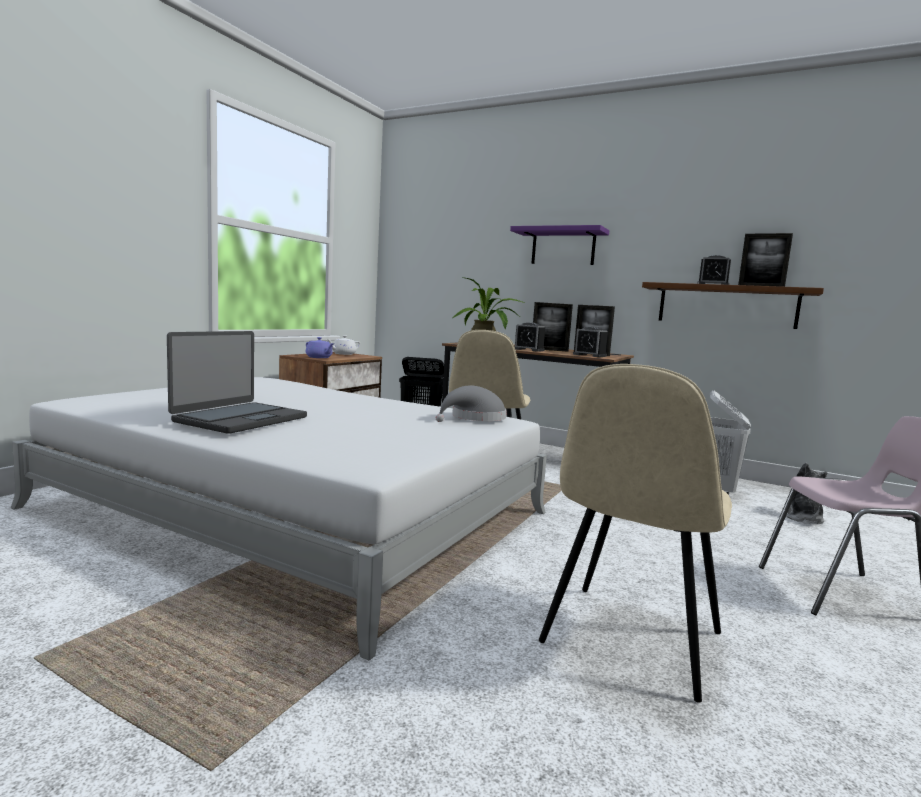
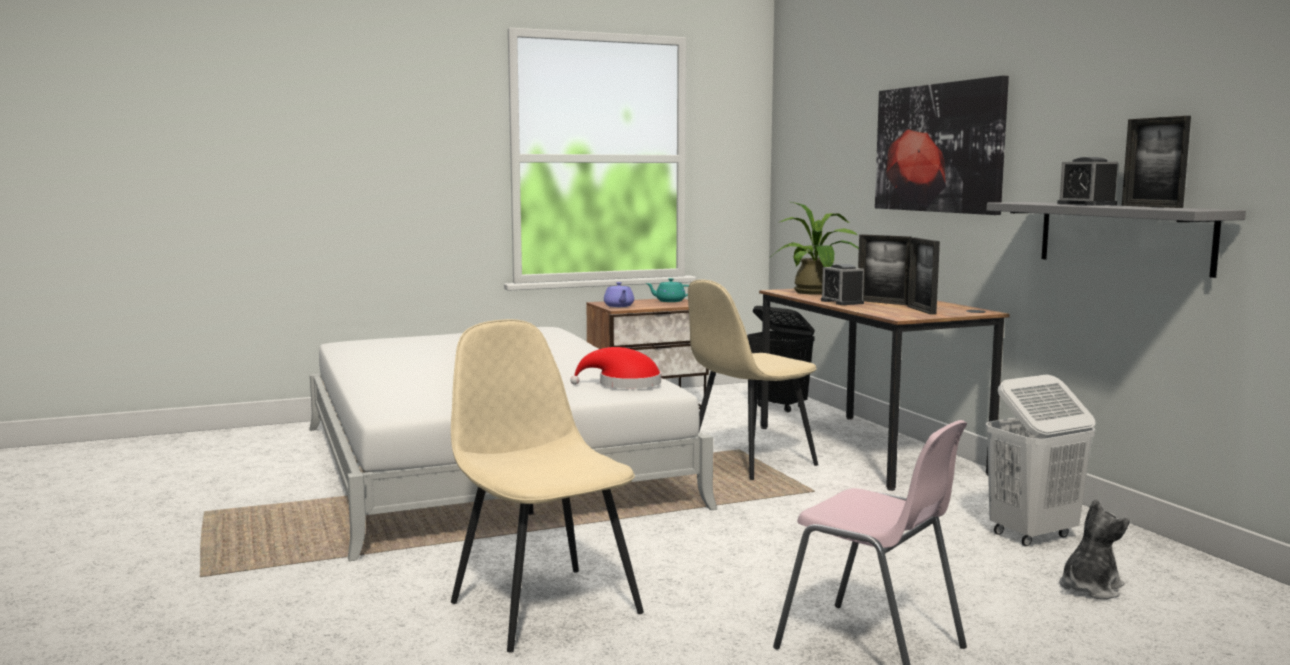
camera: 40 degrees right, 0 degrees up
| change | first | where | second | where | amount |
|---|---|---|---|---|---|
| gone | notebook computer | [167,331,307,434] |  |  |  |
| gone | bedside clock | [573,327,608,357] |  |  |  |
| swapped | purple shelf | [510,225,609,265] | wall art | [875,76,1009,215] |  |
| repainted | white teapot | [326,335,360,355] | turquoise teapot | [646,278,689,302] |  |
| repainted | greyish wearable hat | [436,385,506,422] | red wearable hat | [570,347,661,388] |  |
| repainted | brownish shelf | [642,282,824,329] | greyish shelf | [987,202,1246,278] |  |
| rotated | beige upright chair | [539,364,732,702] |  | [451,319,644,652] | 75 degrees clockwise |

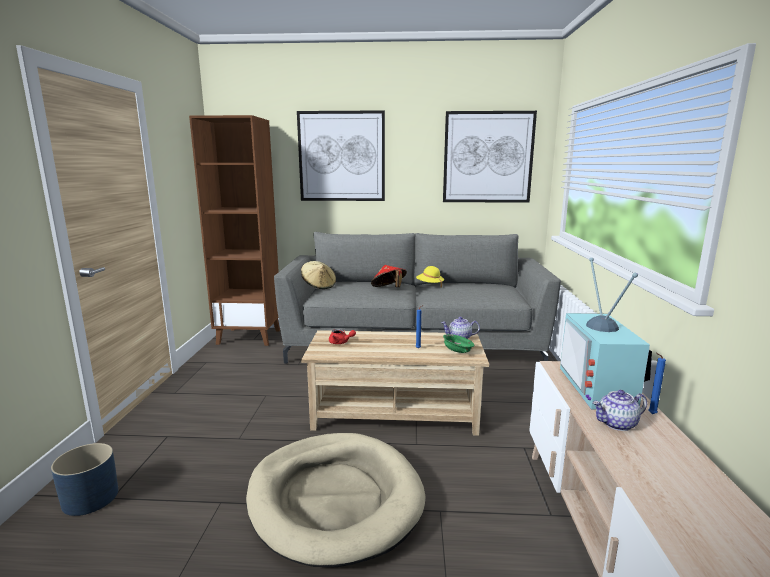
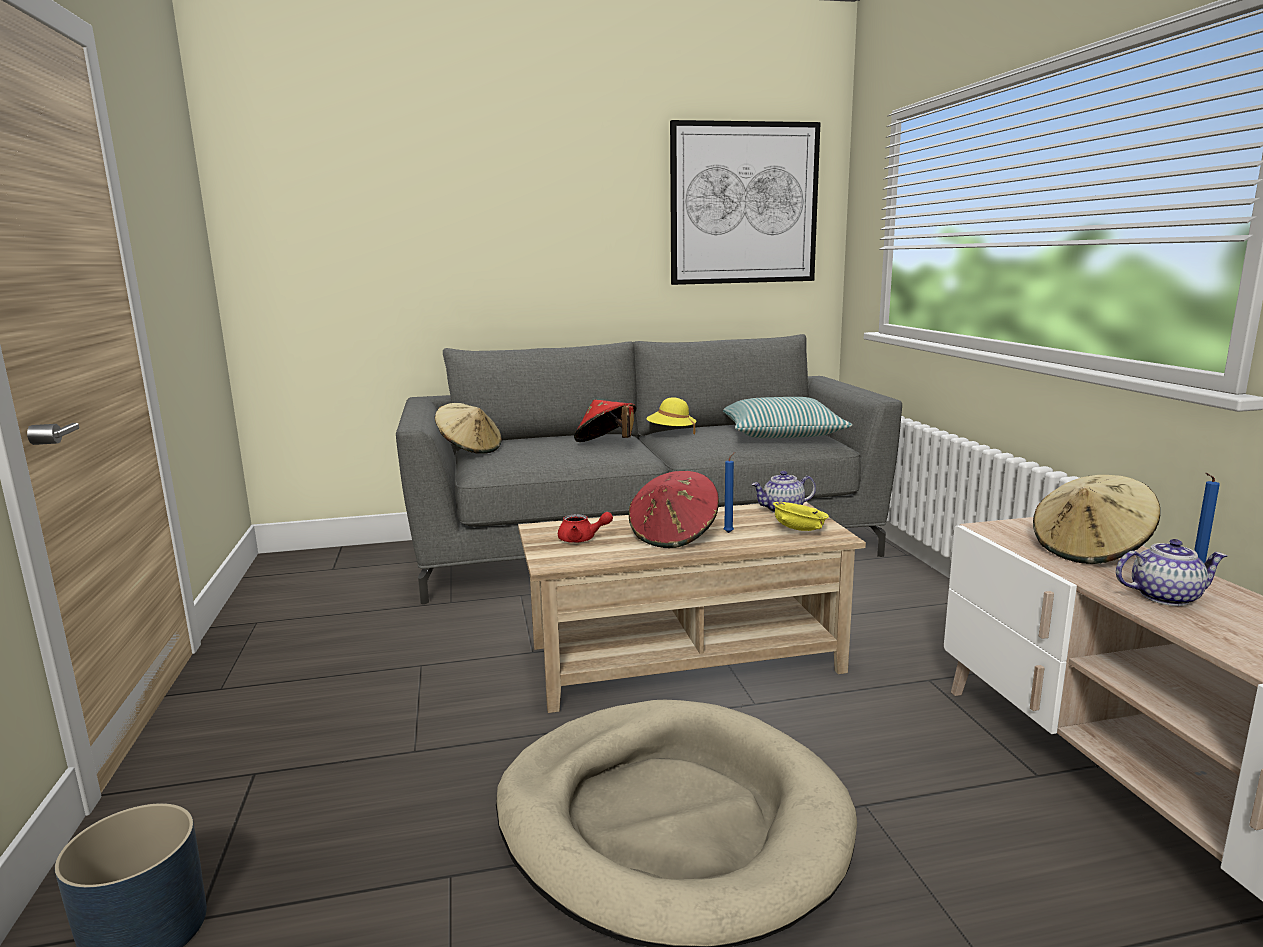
camera: 15 degrees left, 0 degrees up
| change | first | where | second | where | amount |
|---|---|---|---|---|---|
| gone | brownish shelving unit | [189,115,280,346] |  |  |  |
| gone | wall art | [297,110,385,201] |  |  |  |
| new |  |  | red wearable hat | [629,471,719,548] |  |
| new |  |  | pillow | [723,397,853,438] |  |
| swapped | TV | [560,258,652,409] | beige wearable hat | [1033,475,1160,564] |  |
| repainted | green bowl | [443,334,475,353] | yellow-coloured bowl | [773,502,829,531] |  |
| rotated | teapot | [592,390,647,431] |  | [1116,539,1227,606] | 150 degrees counterclockwise |

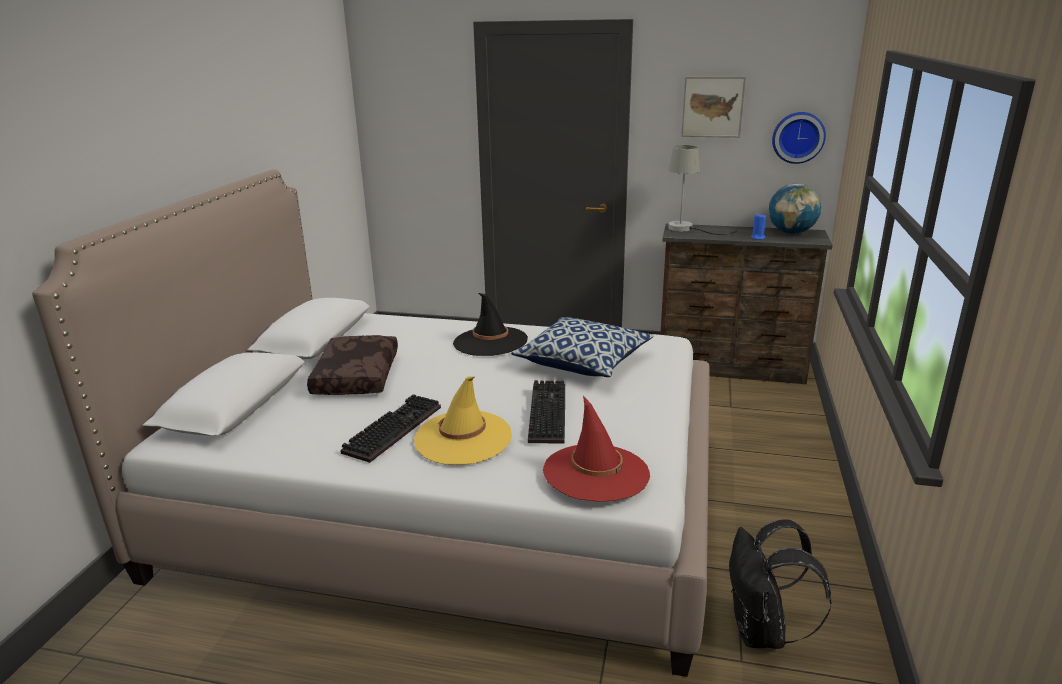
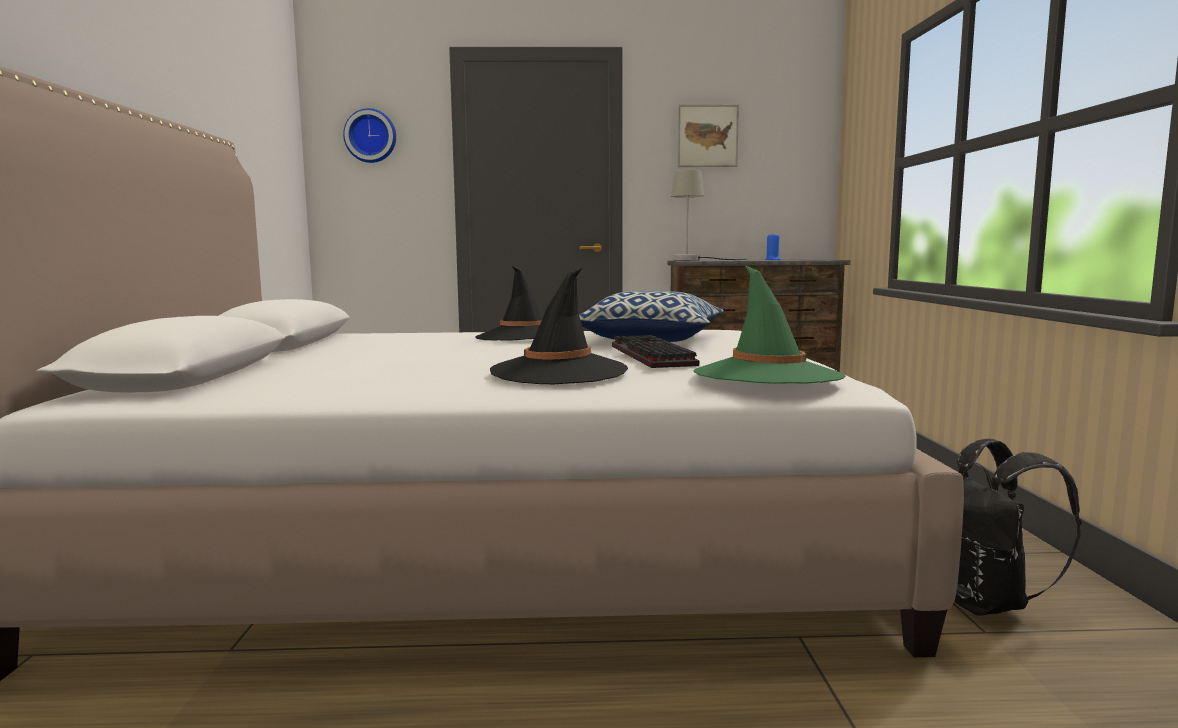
camera: 15 degrees left, 15 degrees down
| change | first | where | second | where | amount |
|---|---|---|---|---|---|
| gone | brownish pillow | [307,335,398,395] |  |  |  |
| gone | PC keyboard | [340,394,441,463] |  |  |  |
| gone | globe | [769,183,821,234] |  |  |  |
| shifted | hanging clock | [772,112,826,164] |  | [343,108,396,163] |  |
| repainted | yellow-coloured wearable hat | [414,376,512,465] | black-coloured wearable hat | [490,267,628,384] |  |
| repainted | red wearable hat | [543,396,650,502] | green wearable hat | [693,265,845,384] |  |

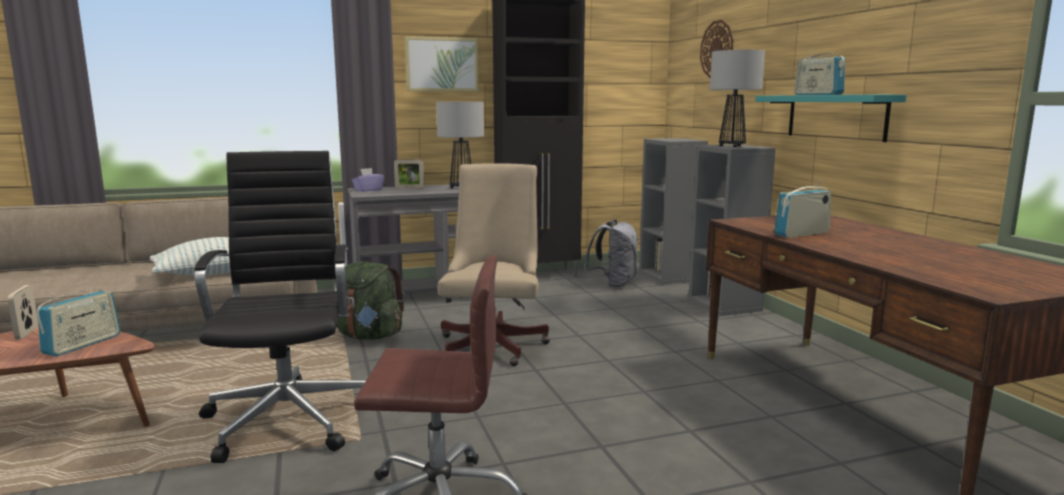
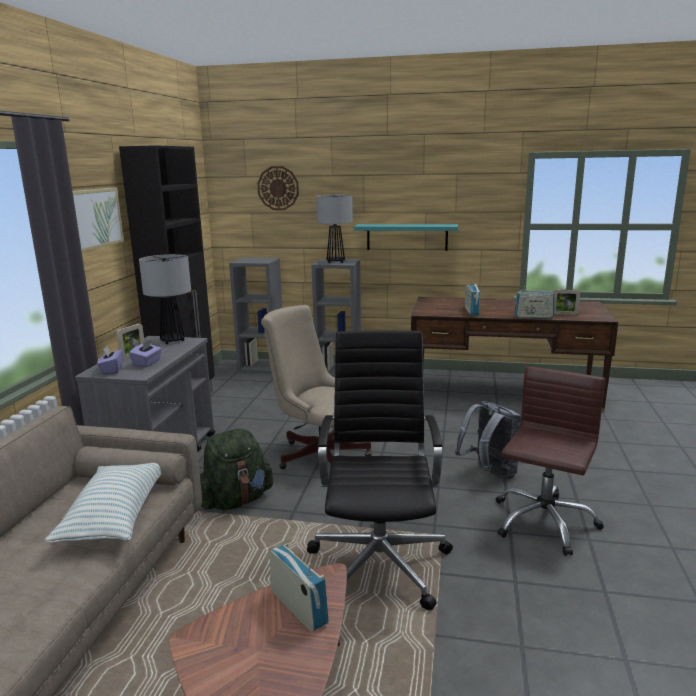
camera: 60 degrees left, 5 degrees up
| change | first | where | second | where | amount |
|---|---|---|---|---|---|
| new |  |  | purple tissue holder | [129,339,162,367] |  |
| shifted | picture frame | [8,285,38,340] |  | [553,289,580,315] |  |
| shifted | greyish knapsack | [584,220,638,288] |  | [455,401,521,480] |  |
| shifted | radio | [795,50,845,95] |  | [514,286,554,318] |  |
| rotated | black-coloured desk chair | [195,151,366,463] |  | [307,330,453,611] | 75 degrees clockwise |

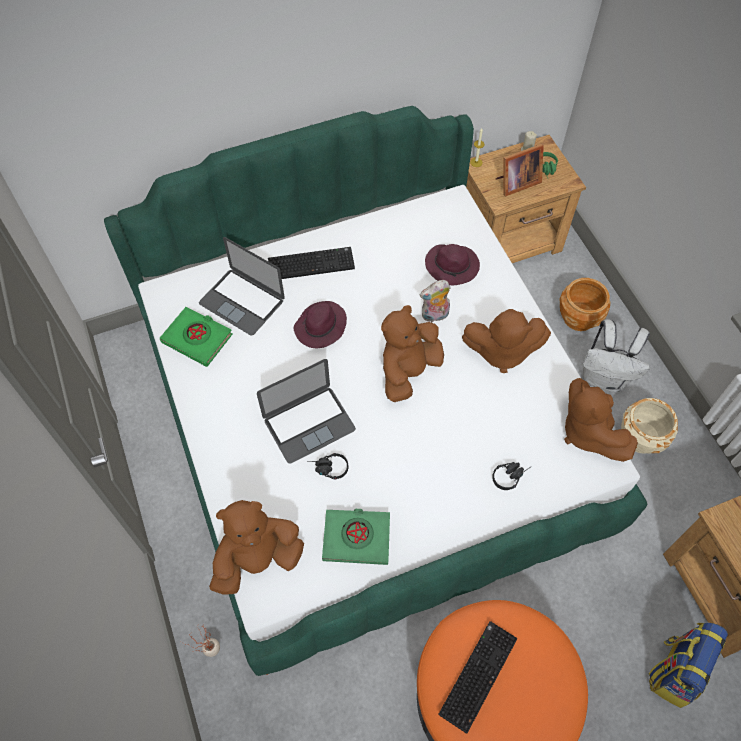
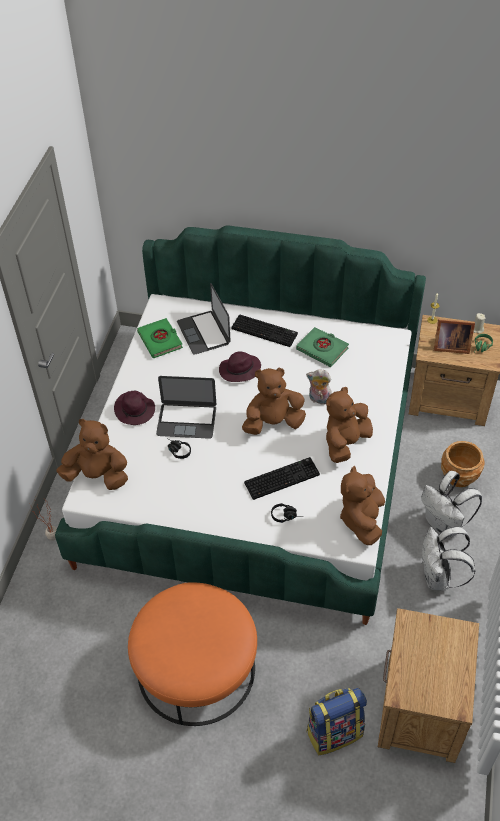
camera: 35 degrees right, 10 degrees down
| change | first | where | second | where | amount |
|---|---|---|---|---|---|
| shifted | green bound book | [322,509,390,565] |  | [296,327,349,367] |  |
| shifted | purple wearable hat | [425,244,480,285] |  | [114,391,155,425] |  |
| shifted | PC keyboard | [438,621,517,734] |  | [244,457,320,500] |  |
| swapped | beige flower pot | [621,398,678,454] | white knapsack | [422,527,475,590] |  |
| rotated | brownish cuddly toy | [462,309,551,373] |  | [326,387,373,463] | 90 degrees clockwise |

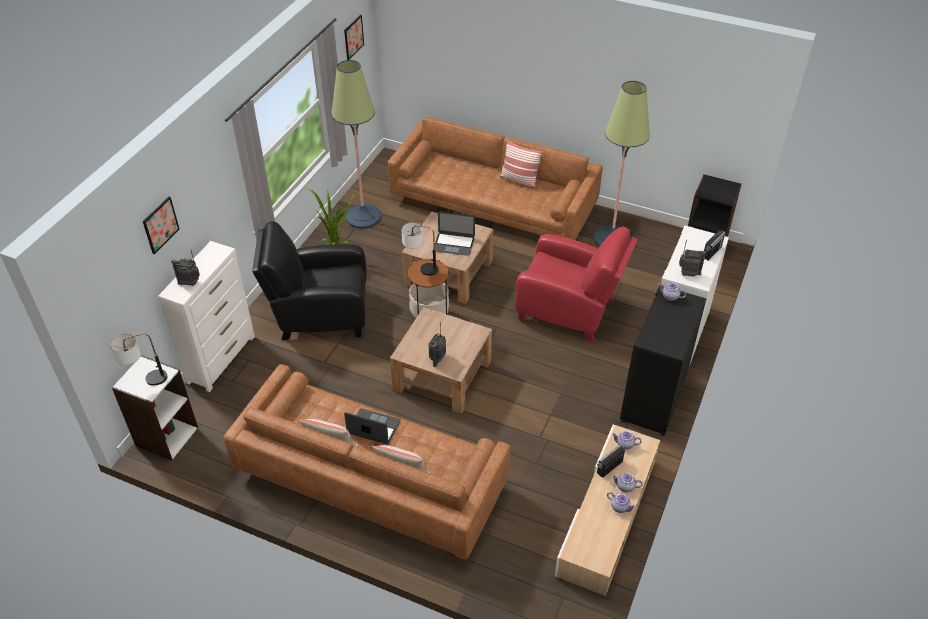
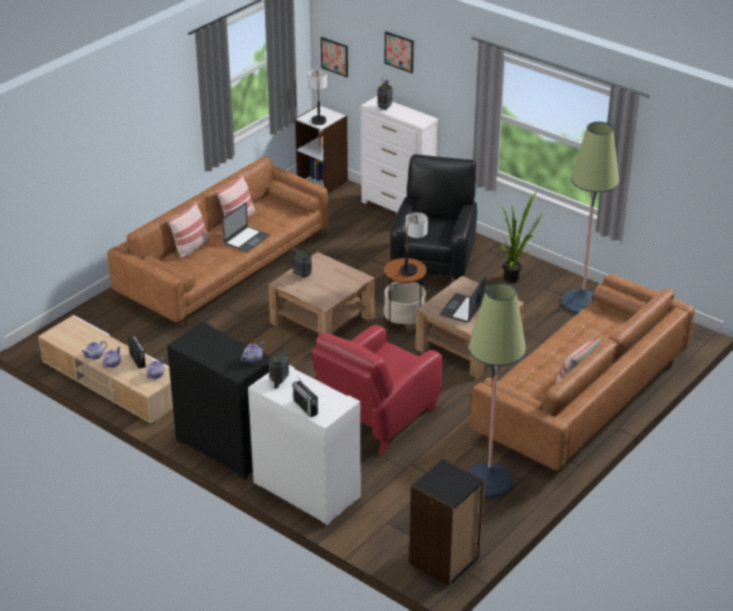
camera: 105 degrees right, 10 degrees down
| change | first | where | second | where | amount |
|---|---|---|---|---|---|
| shifted | wall art | [344,15,364,60] |  | [321,37,348,77] |  |

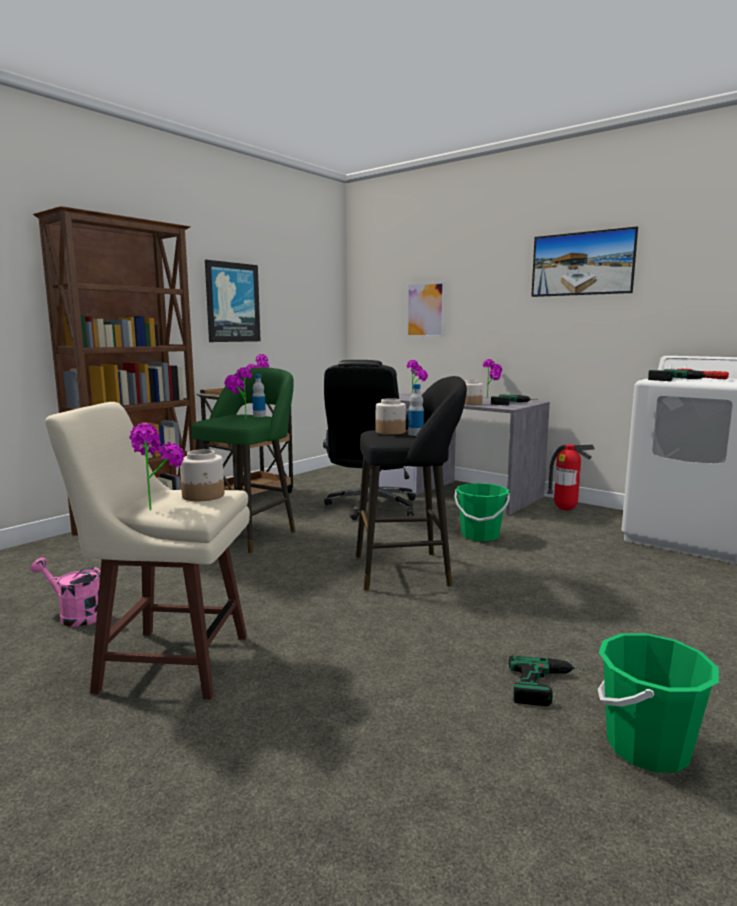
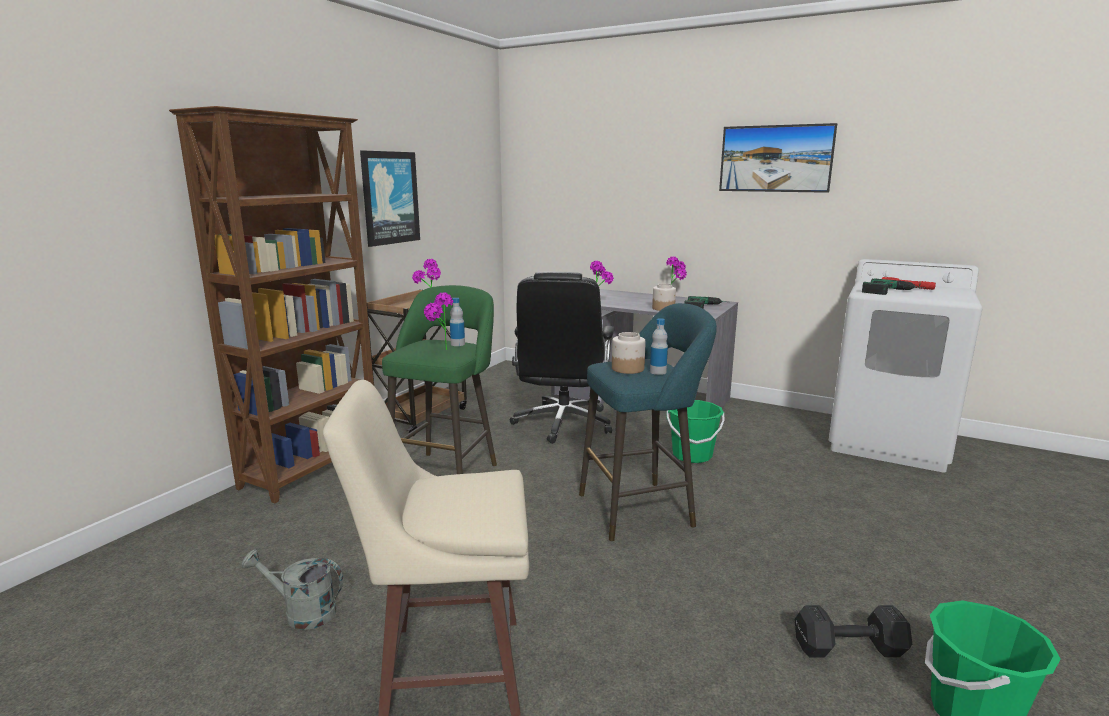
camera: 10 degrees left, 5 degrees up
| change | first | where | second | where | amount |
|---|---|---|---|---|---|
| gone | plant in a pot | [129,423,184,510] |  |  |  |
| gone | storage jar | [180,449,224,501] |  |  |  |
| gone | wall art | [406,281,446,338] |  |  |  |
| gone | extinguisher | [548,444,595,510] |  |  |  |
| swapped | power drill | [509,656,589,706] | black-coloured free weight | [795,605,912,657] |  |
| repainted | pink-coloured sprinkling can | [31,557,101,627] | greyish sprinkling can | [242,549,343,630] |  |
| repainted | black-coloured stool | [356,376,467,590] | turquoise stool | [579,303,717,541] |  |

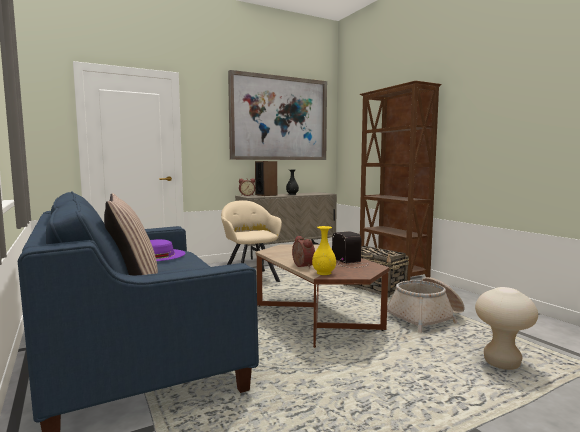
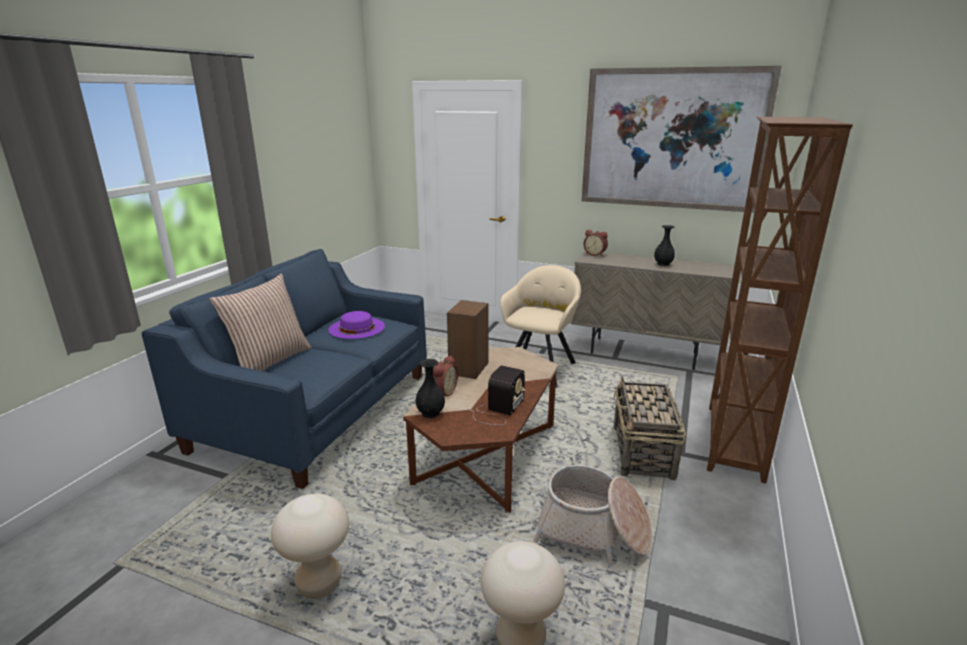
camera: 50 degrees right, 15 degrees up
| change | first | where | second | where | amount |
|---|---|---|---|---|---|
| new |  |  | beige stool | [271,494,349,599] |  |
| shifted | speaker | [255,161,277,196] |  | [447,300,489,379] |  |
| repainted | yellow-coloured vase | [312,226,336,275] | black-coloured vase | [416,359,445,418] |  |

